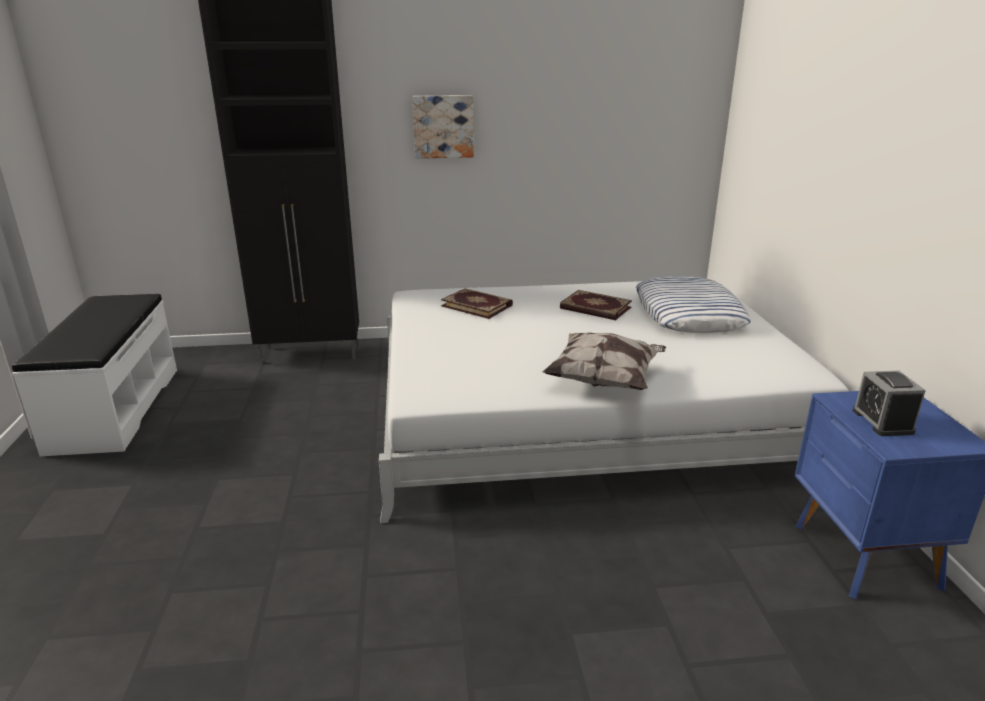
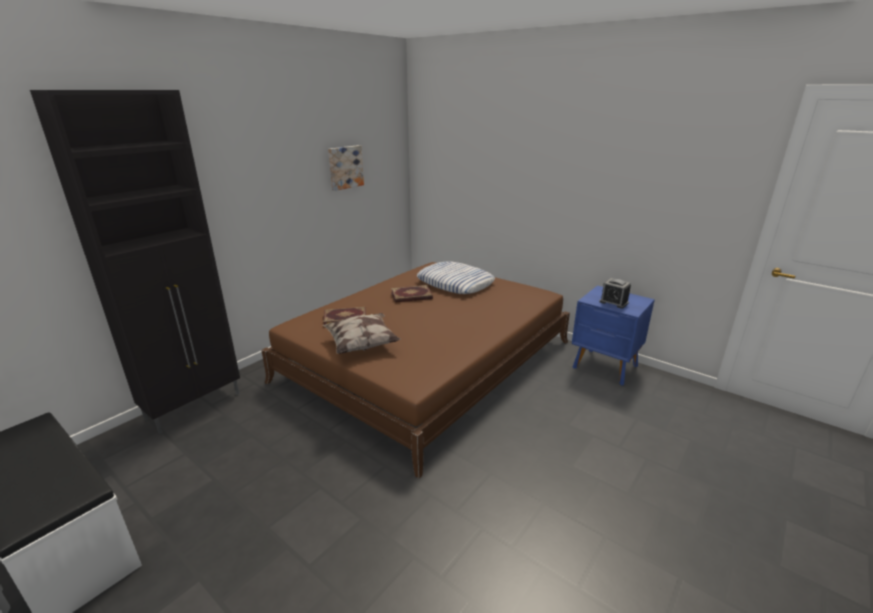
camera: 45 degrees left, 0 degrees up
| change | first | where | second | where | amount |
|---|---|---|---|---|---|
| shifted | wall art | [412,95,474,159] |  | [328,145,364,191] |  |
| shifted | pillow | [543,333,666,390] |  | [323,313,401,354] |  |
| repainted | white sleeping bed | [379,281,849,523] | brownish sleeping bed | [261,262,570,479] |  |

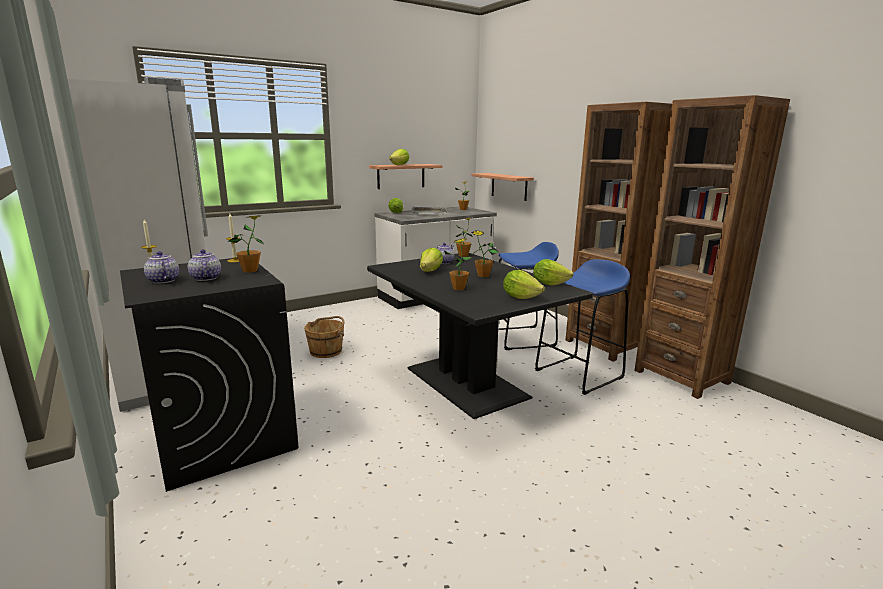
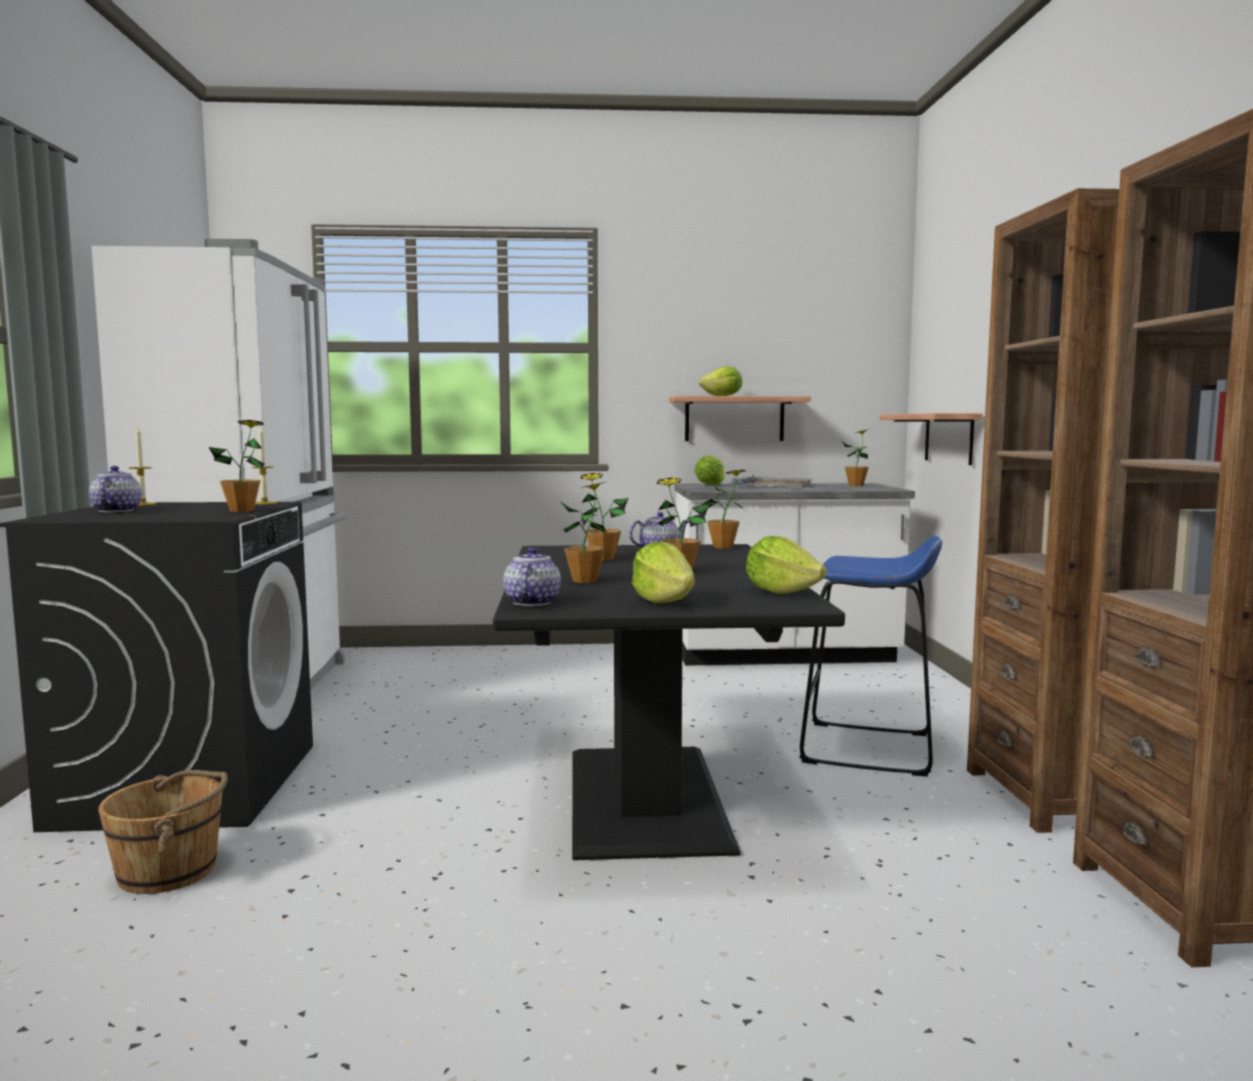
camera: 30 degrees right, 10 degrees down
| change | first | where | second | where | amount |
|---|---|---|---|---|---|
| gone | bluish stool | [535,259,630,395] |  |  |  |
| shifted | teapot | [188,249,221,281] |  | [503,547,561,606] |  |
| shifted | brownish bucket | [304,316,345,358] |  | [98,770,228,894] |  |
| swapped | lettuce | [420,248,443,272] | plant in a pot | [580,473,629,560] |  |

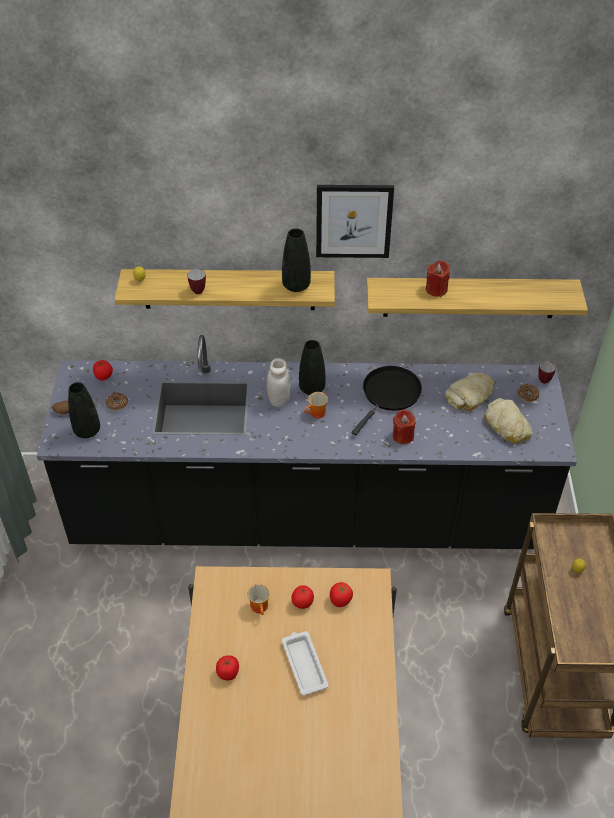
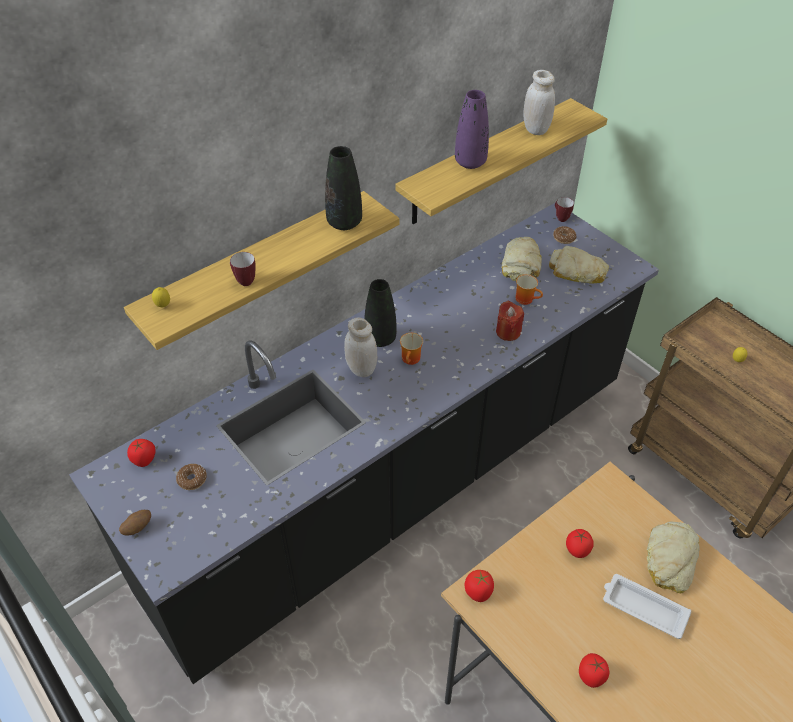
camera: 40 degrees left, 0 degrees up
| change | first | where | second | where | amount |
|---|---|---|---|---|---|
| gone | black-coloured vase | [68,382,100,438] |  |  |  |
| gone | wall art | [316,185,394,258] |  |  |  |
| gone | black-coloured skillet | [352,366,422,435] |  |  |  |
| new |  |  | white storage jar | [523,70,555,135] |  |
| new |  |  | bakery bread | [647,522,700,593] |  |
| shifted | coffee mug | [248,584,270,615] |  | [516,274,543,305] |  |
| shifted | fresh tomato | [330,582,353,607] |  | [464,570,494,602] |  |
| swapped | red candle | [426,260,450,297] | purple vase | [455,90,489,169] |  |

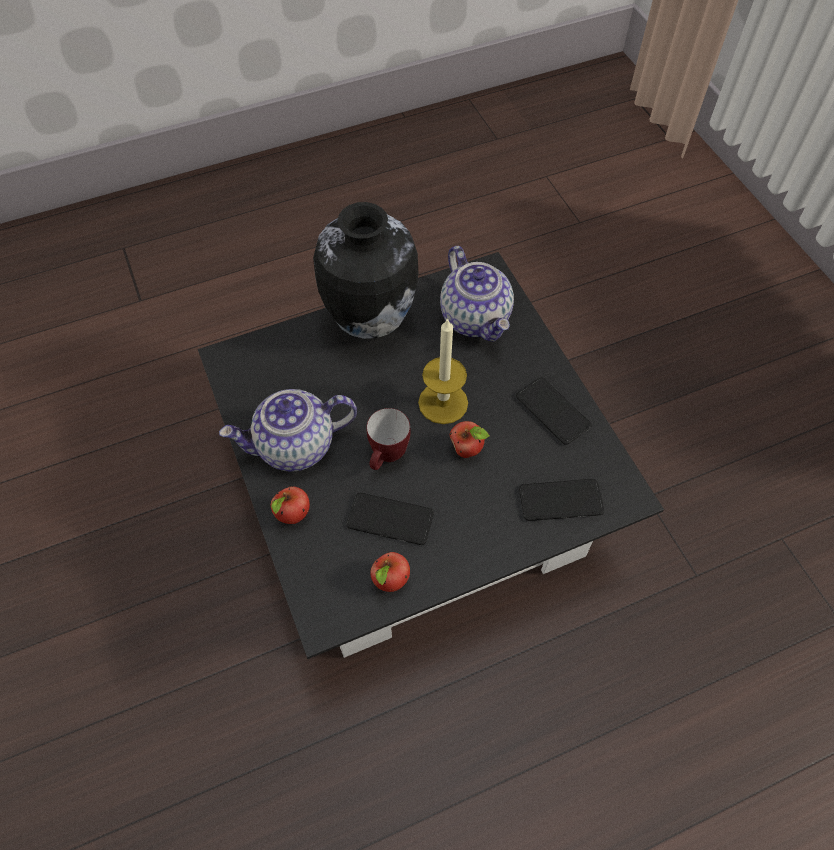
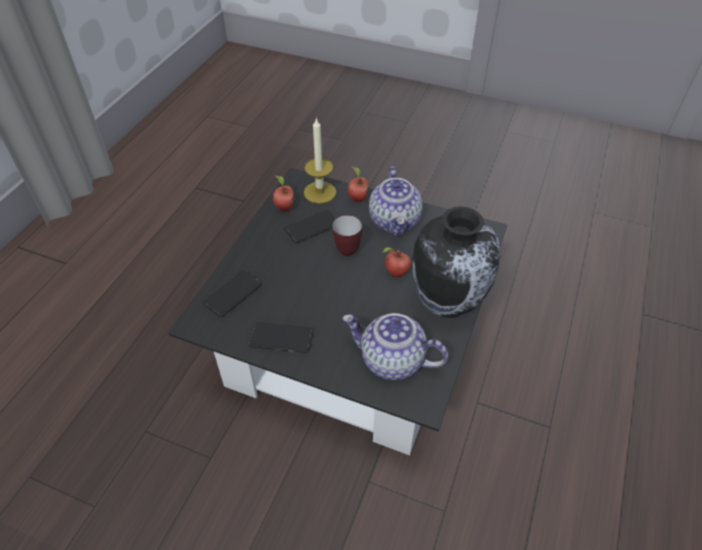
camera: 135 degrees right, 10 degrees down
| change | first | where | second | where | amount |
|---|---|---|---|---|---|
| shifted | candle | [418,317,468,424] |  | [304,117,336,204] |  |
| shifted | whole apple | [450,421,490,458] |  | [383,247,411,277] |  |
| rotated | teapot | [219,389,357,471] |  | [369,166,423,236] | 150 degrees clockwise |

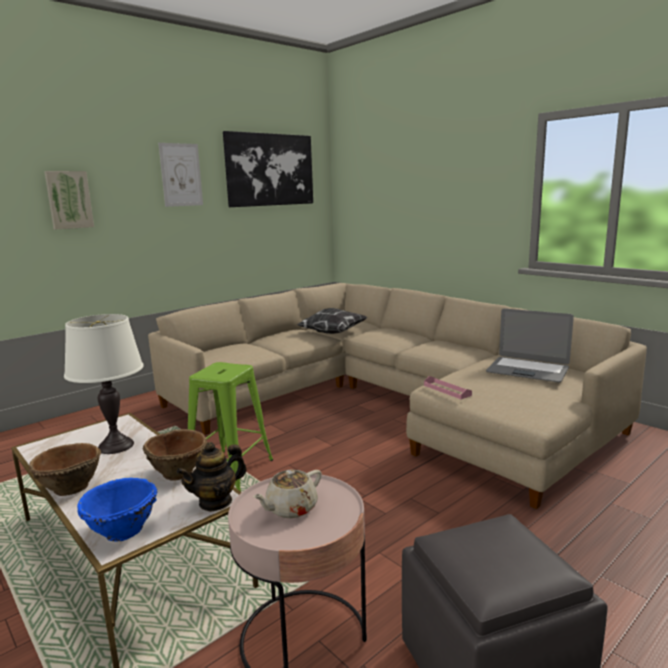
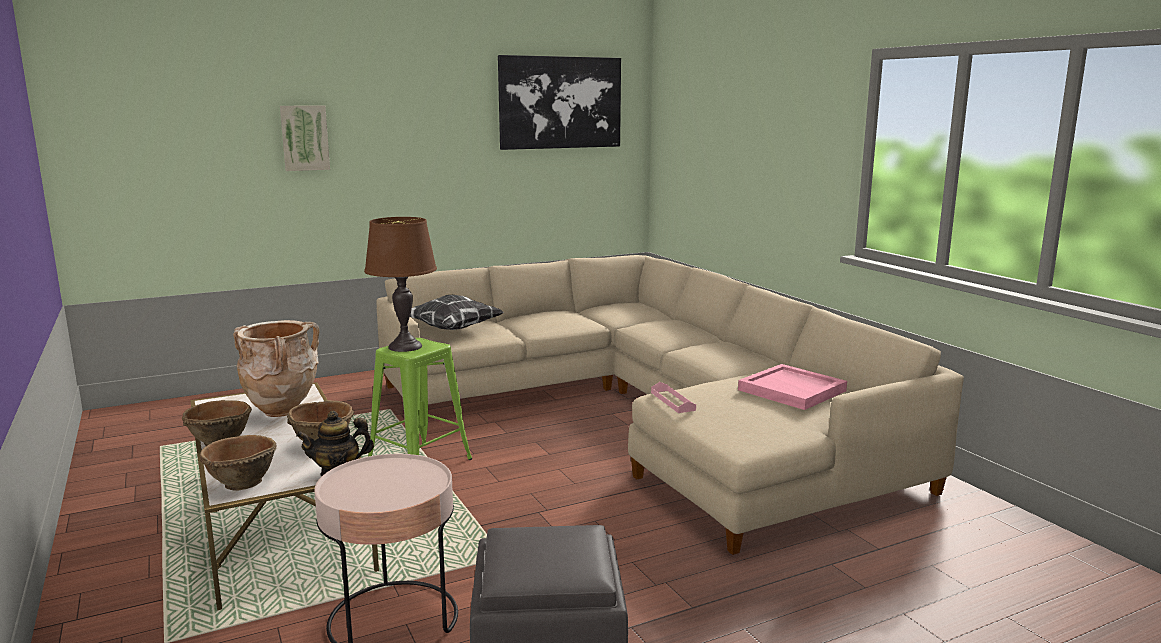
camera: 15 degrees right, 0 degrees up
| change | first | where | second | where | amount |
|---|---|---|---|---|---|
| gone | wall art | [158,143,203,207] |  |  |  |
| gone | beige teapot | [253,470,322,518] |  |  |  |
| new |  |  | brownish lamp for a table | [364,217,437,352] |  |
| shifted | pillow | [296,308,367,334] |  | [410,295,504,330] |  |
| swapped | white lamp for a table | [64,314,144,454] | beige vase | [233,320,320,417] |  |
| swapped | notebook computer | [486,308,574,383] | pink-coloured serving tray | [738,364,847,410] |  |
| repainted | bluish bowl | [77,478,158,541] | brownish bowl | [200,435,277,491] |  |

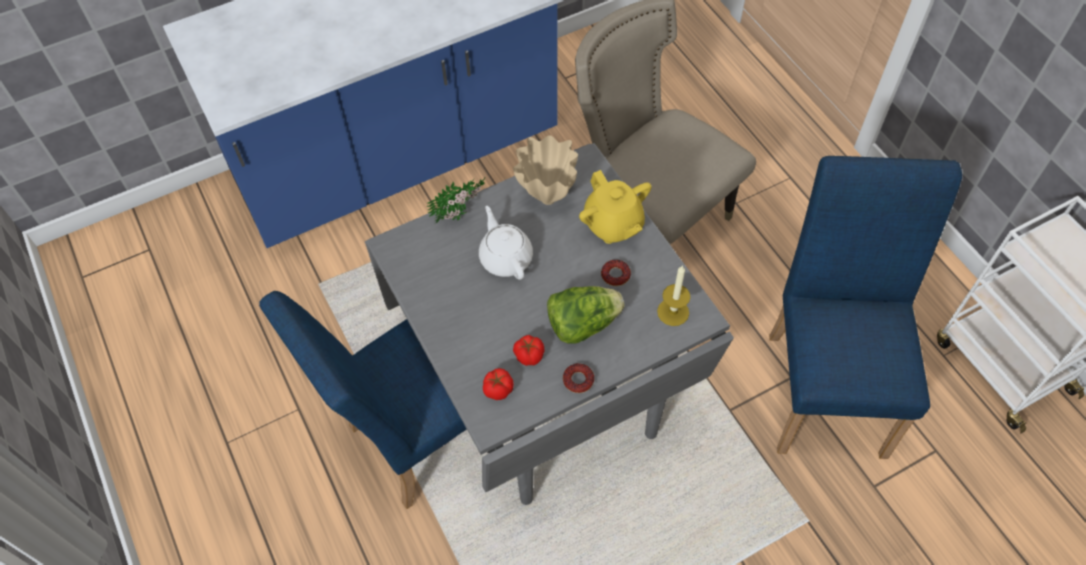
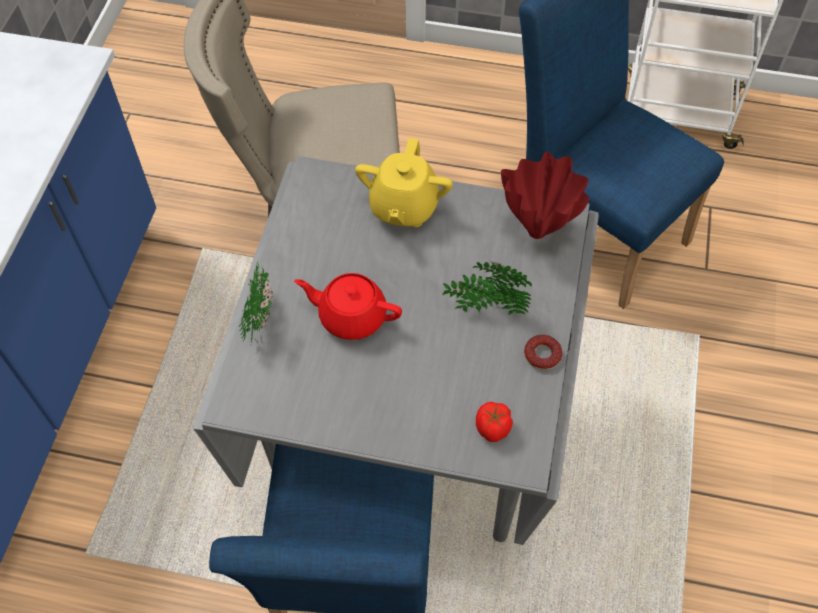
camera: 50 degrees left, 0 degrees up
| change | first | where | second | where | amount |
|---|---|---|---|---|---|
| gone | beige vase | [513,135,578,205] |  |  |  |
| gone | fresh tomato | [513,335,545,366] |  |  |  |
| gone | donut | [601,260,631,286] |  |  |  |
| swapped | lettuce | [547,286,624,344] | plant in a pot | [442,261,532,315] |  |
| swapped | candle | [657,265,690,326] | red vase | [501,152,590,239] |  |
| repainted | white teapot | [479,206,533,280] | red teapot | [294,273,402,340] |  |
| rotated | yellow-coloured teapot | [579,170,651,244] |  | [355,138,453,227] | 90 degrees clockwise |

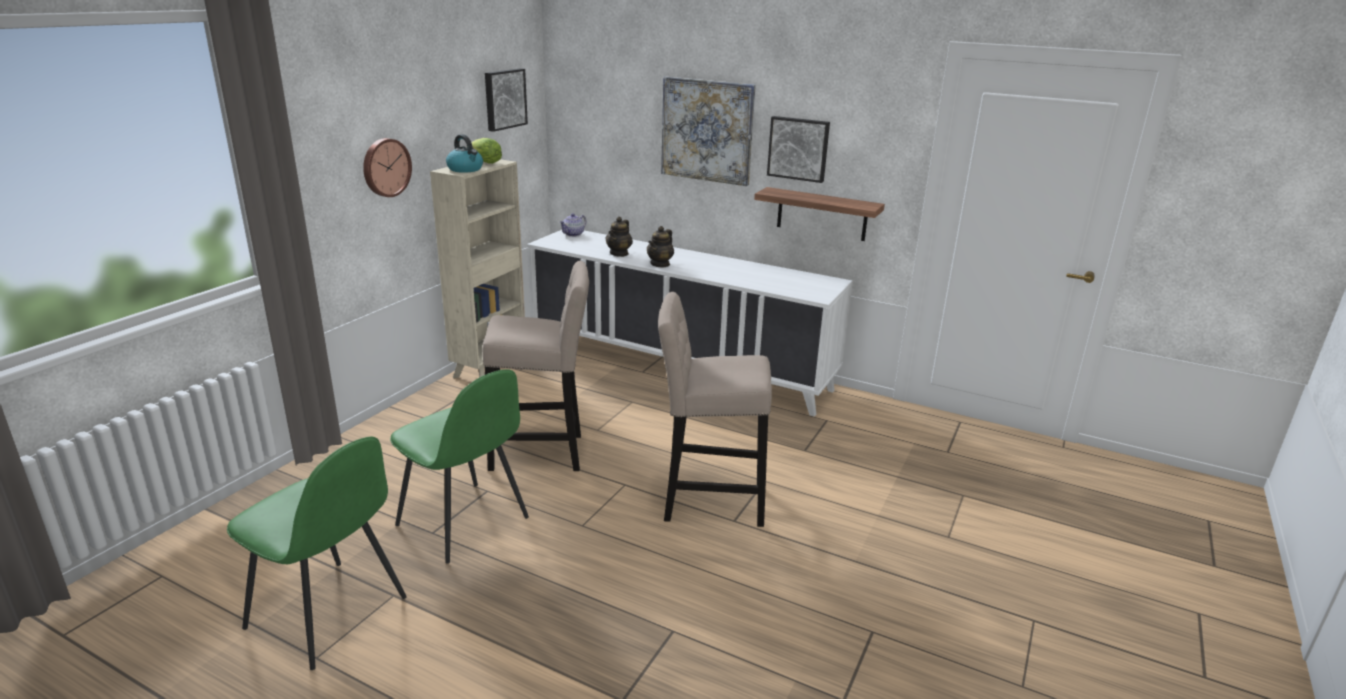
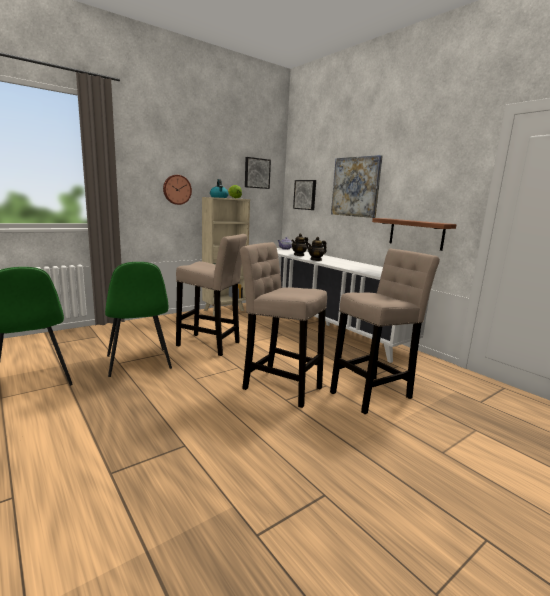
camera: 25 degrees right, 10 degrees down
| change | first | where | second | where | amount |
|---|---|---|---|---|---|
| new |  |  | beige stool | [330,249,440,414] |  |
| shifted | wall art | [767,116,830,183] |  | [293,180,316,210] |  |

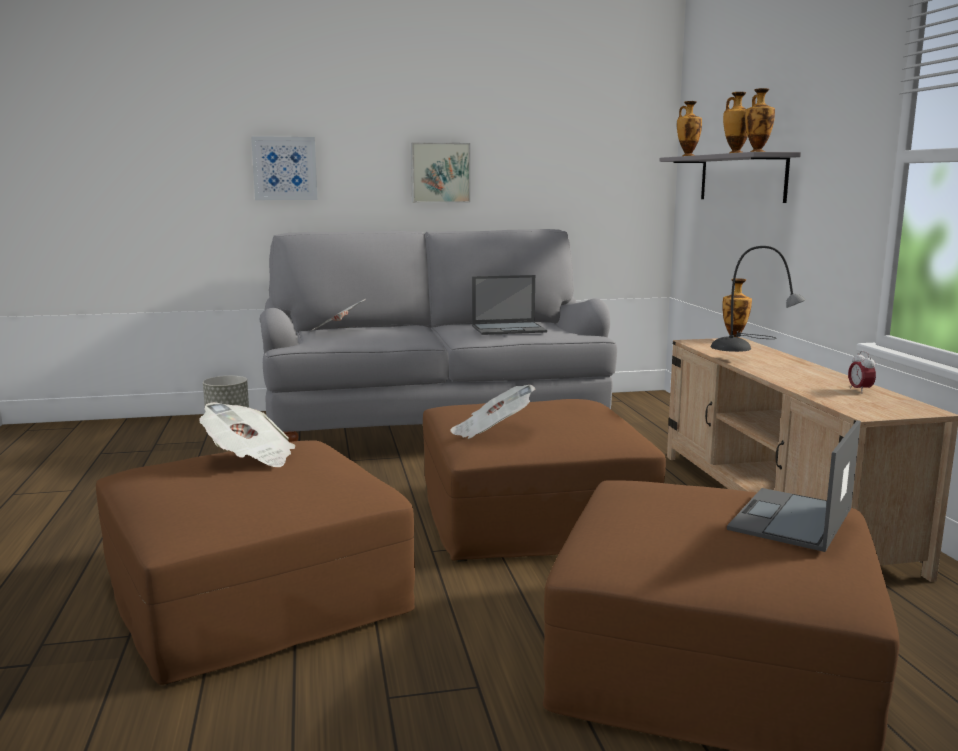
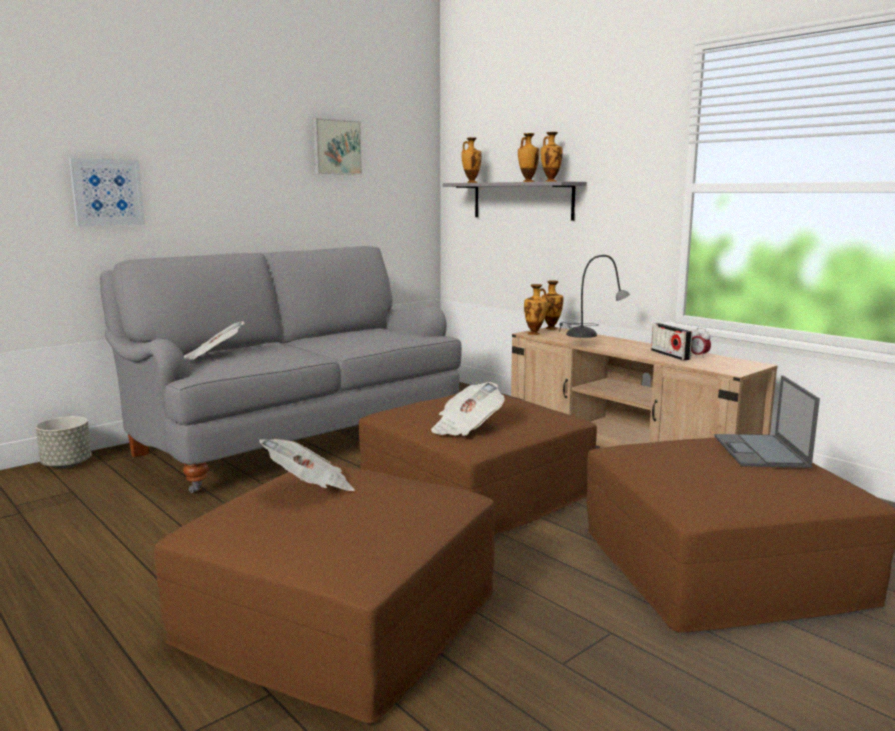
camera: 30 degrees left, 0 degrees up
| change | first | where | second | where | amount |
|---|---|---|---|---|---|
| gone | notebook computer | [472,275,547,335] |  |  |  |
| new |  |  | vase | [524,284,547,335] |  |
| new |  |  | radio | [651,323,692,360] |  |
| shifted | wall art | [411,142,470,203] |  | [313,118,362,175] |  |

